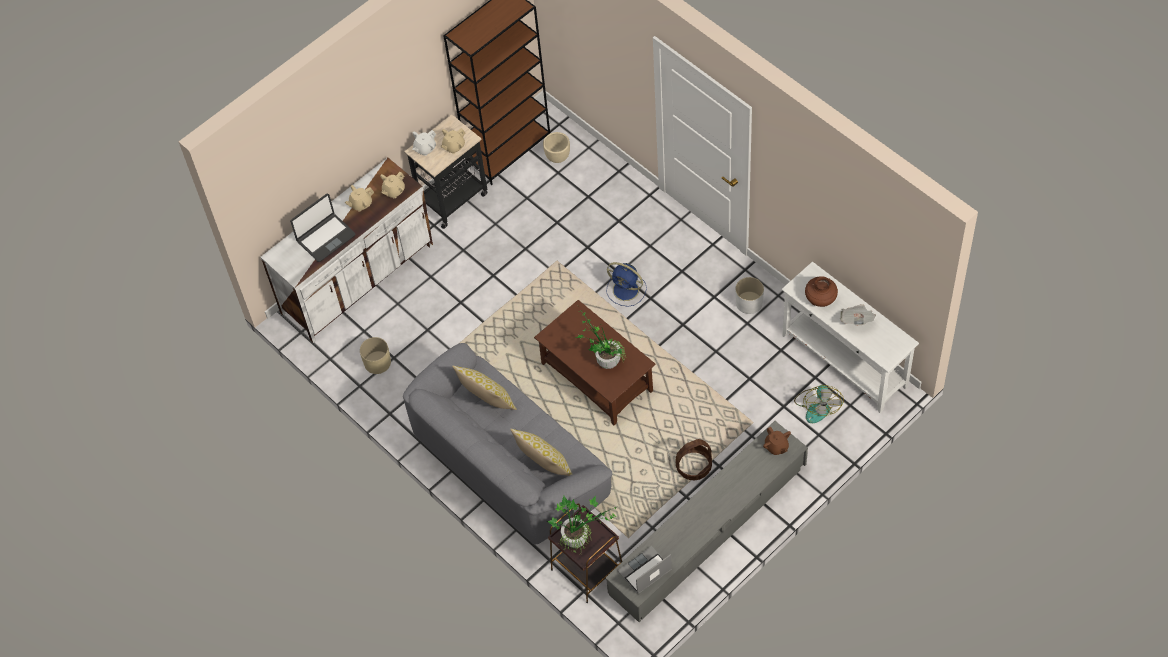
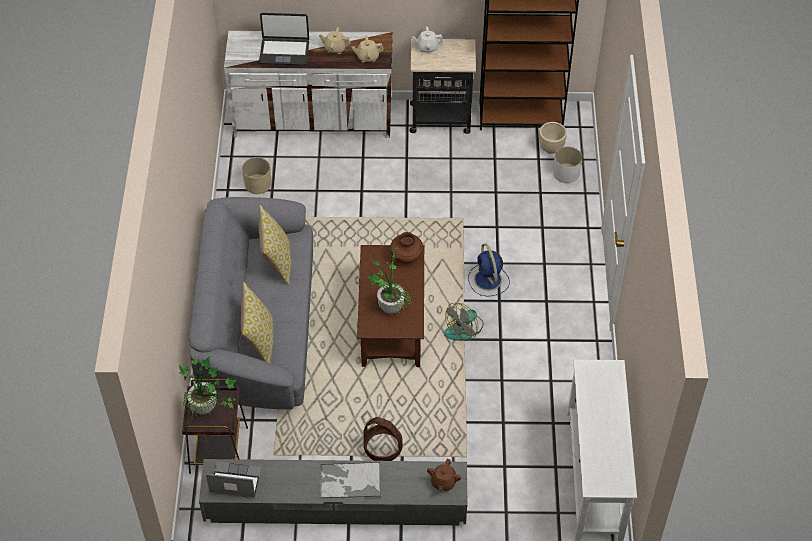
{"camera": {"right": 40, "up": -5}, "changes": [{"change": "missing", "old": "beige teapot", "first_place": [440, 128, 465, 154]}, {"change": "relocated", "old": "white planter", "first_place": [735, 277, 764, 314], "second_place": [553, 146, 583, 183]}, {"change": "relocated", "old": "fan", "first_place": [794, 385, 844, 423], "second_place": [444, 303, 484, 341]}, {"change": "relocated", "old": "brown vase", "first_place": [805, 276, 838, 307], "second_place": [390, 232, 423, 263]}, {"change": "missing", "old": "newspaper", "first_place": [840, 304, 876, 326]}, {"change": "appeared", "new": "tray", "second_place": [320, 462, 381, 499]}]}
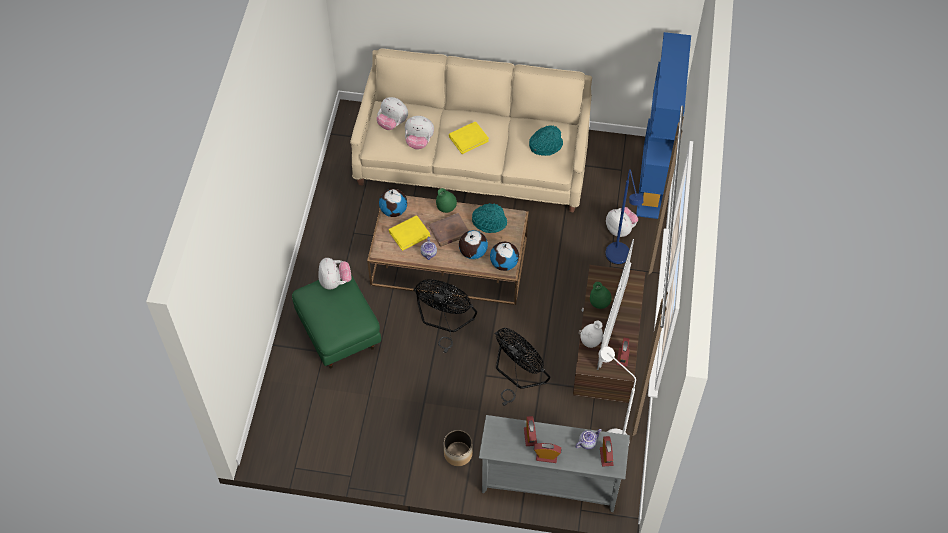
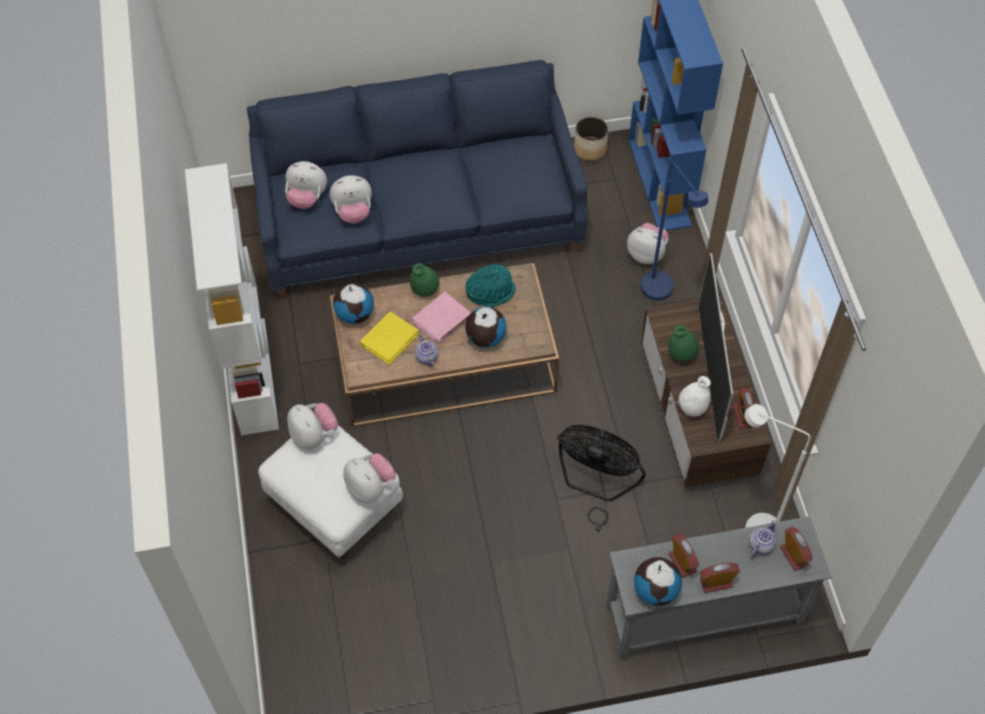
{"camera": {"right": -20, "up": 0}, "changes": [{"change": "colour", "old": "green ottoman", "new": "white ottoman", "first_place": [292, 274, 381, 368], "second_place": [258, 425, 403, 558]}, {"change": "colour", "old": "beige sofa", "new": "blue sofa", "first_place": [350, 49, 592, 212], "second_place": [247, 60, 588, 297]}, {"change": "missing", "old": "black fan", "first_place": [413, 279, 477, 354]}, {"change": "colour", "old": "brown book", "new": "pink book", "first_place": [429, 213, 468, 247], "second_place": [412, 292, 471, 344]}, {"change": "relocated", "old": "planter", "first_place": [444, 430, 473, 466], "second_place": [574, 117, 609, 161]}, {"change": "missing", "old": "yellow book", "first_place": [449, 122, 489, 154]}, {"change": "relocated", "old": "globe", "first_place": [490, 242, 519, 271], "second_place": [634, 557, 682, 606]}, {"change": "missing", "old": "turquoise hat", "first_place": [529, 125, 563, 156]}, {"change": "appeared", "new": "white bookcase", "second_place": [185, 163, 279, 436]}, {"change": "appeared", "new": "plush toy", "second_place": [344, 453, 396, 503]}]}
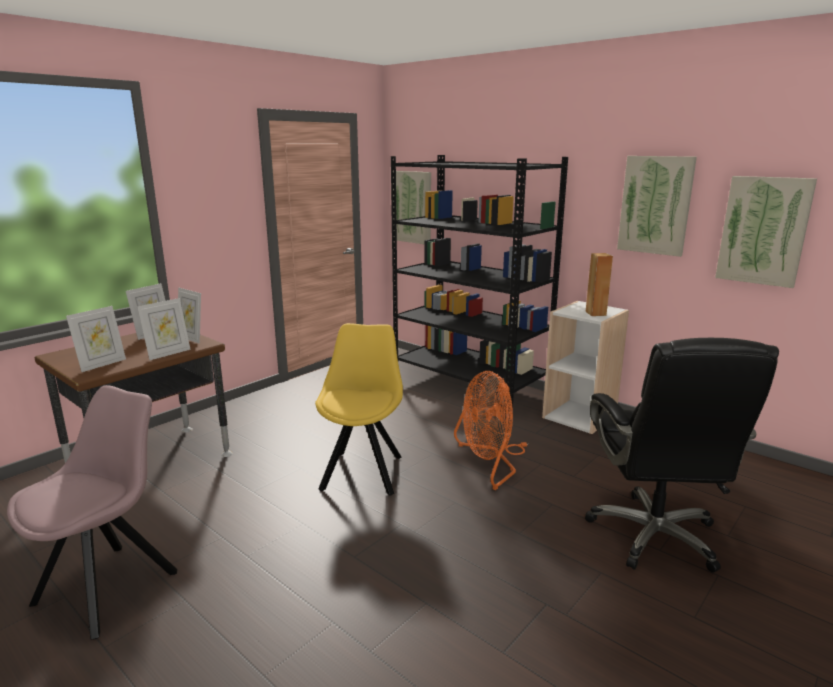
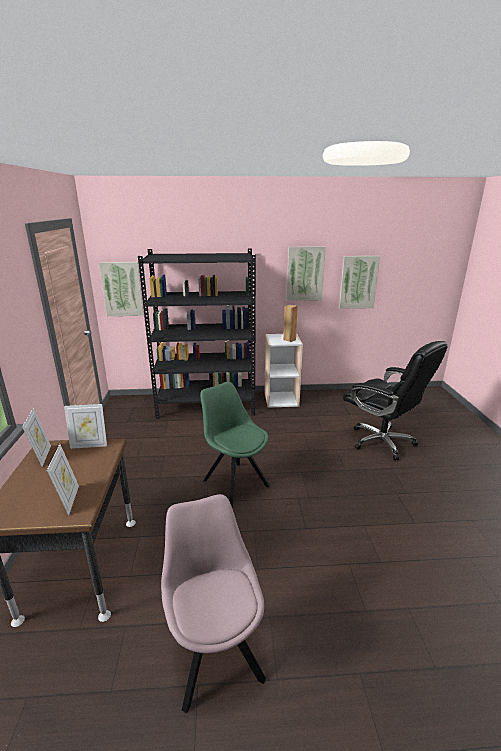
{"camera": {"right": -45, "up": 5}, "changes": [{"change": "missing", "old": "picture frame", "first_place": [137, 298, 191, 360]}, {"change": "colour", "old": "yellow chair", "new": "green chair", "first_place": [315, 323, 403, 495], "second_place": [200, 382, 270, 507]}, {"change": "missing", "old": "orange fan", "first_place": [454, 371, 529, 490]}]}
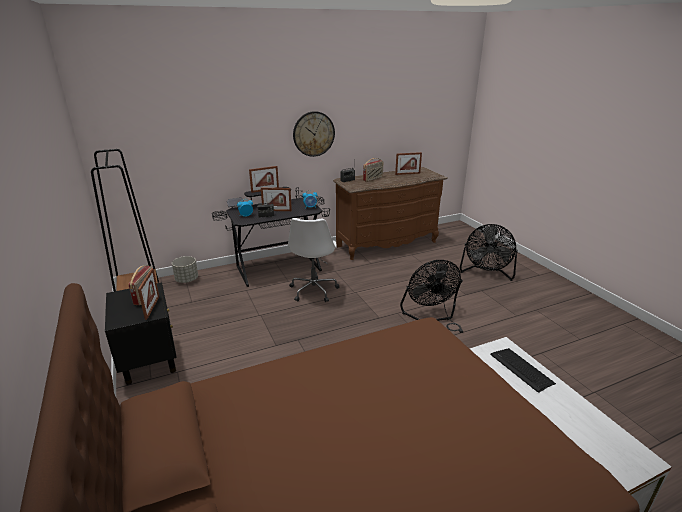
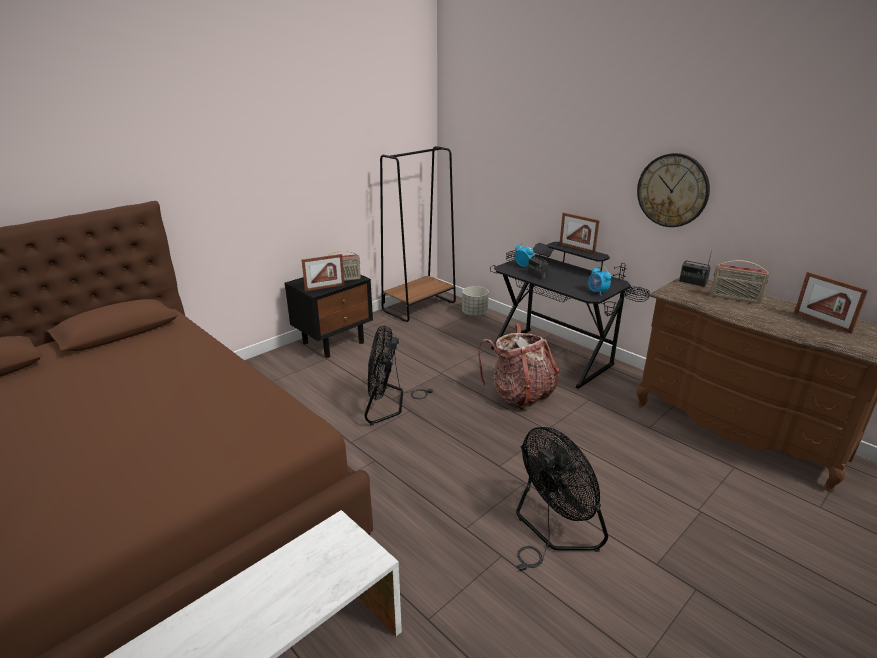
{"camera": {"right": 70, "up": 0}, "changes": [{"change": "missing", "old": "picture frame", "first_place": [261, 188, 292, 211]}, {"change": "exchanged", "old": "white office chair", "new": "backpack", "first_place": [288, 218, 339, 302], "second_place": [478, 323, 560, 411]}, {"change": "relocated", "old": "black fan", "first_place": [460, 224, 518, 281], "second_place": [365, 325, 434, 426]}, {"change": "missing", "old": "keyboard", "first_place": [491, 348, 556, 393]}]}
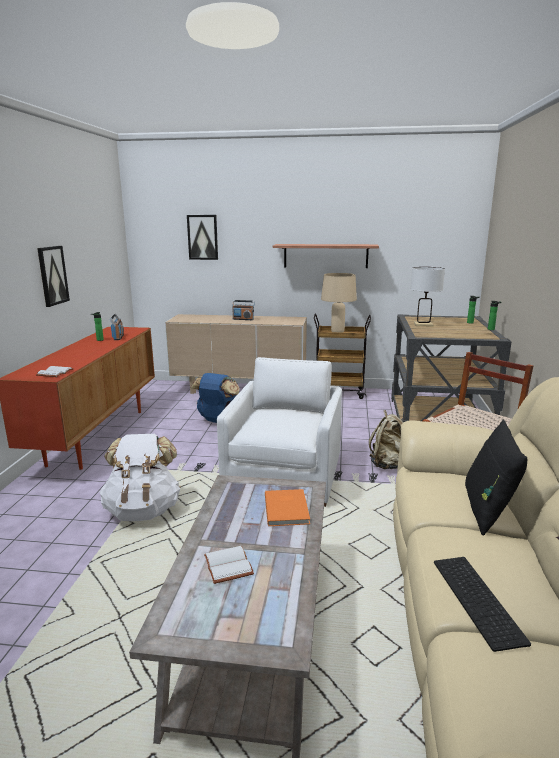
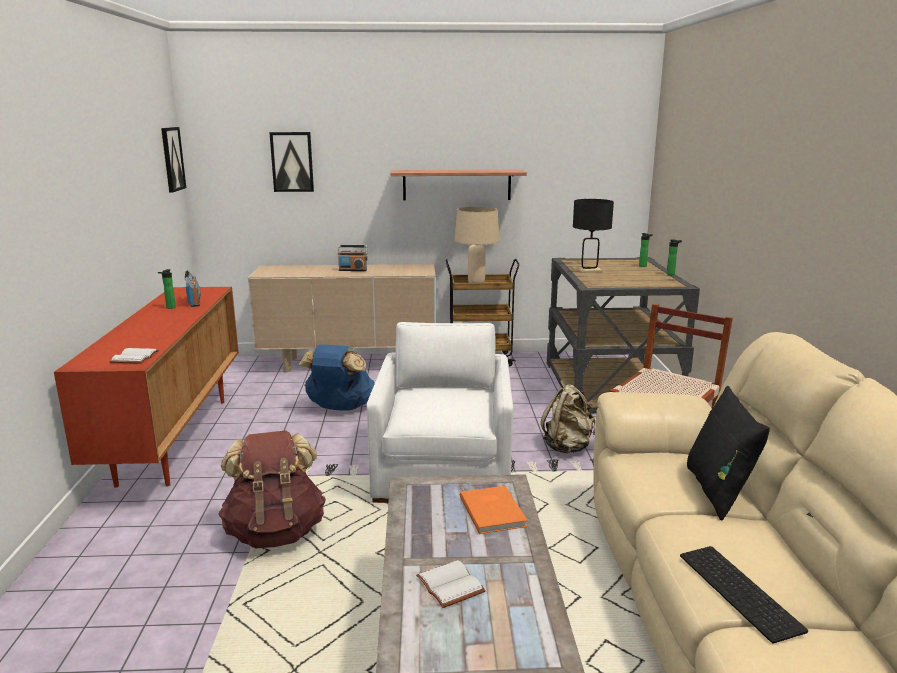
{"camera": {"right": -10, "up": 0}, "changes": [{"change": "relocated", "old": "picture", "first_place": [37, 246, 70, 307], "second_place": [161, 127, 186, 193]}, {"change": "colour", "old": "white backpack", "new": "brown backpack", "first_place": [100, 434, 181, 521], "second_place": [218, 431, 326, 548]}, {"change": "colour", "old": "white table lamp", "new": "black table lamp", "first_place": [411, 267, 445, 326], "second_place": [573, 199, 614, 273]}]}
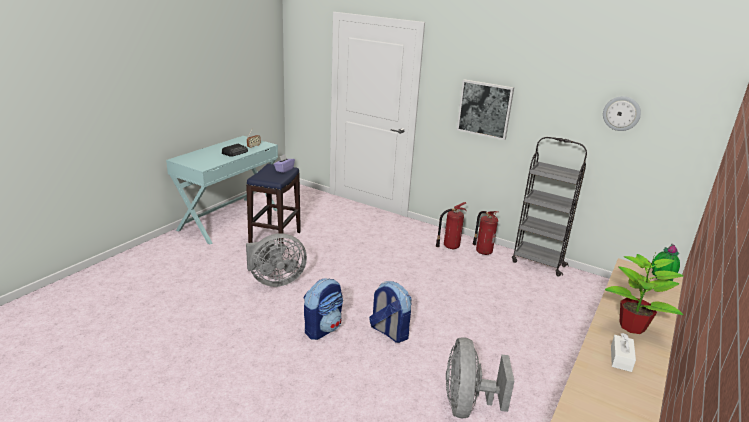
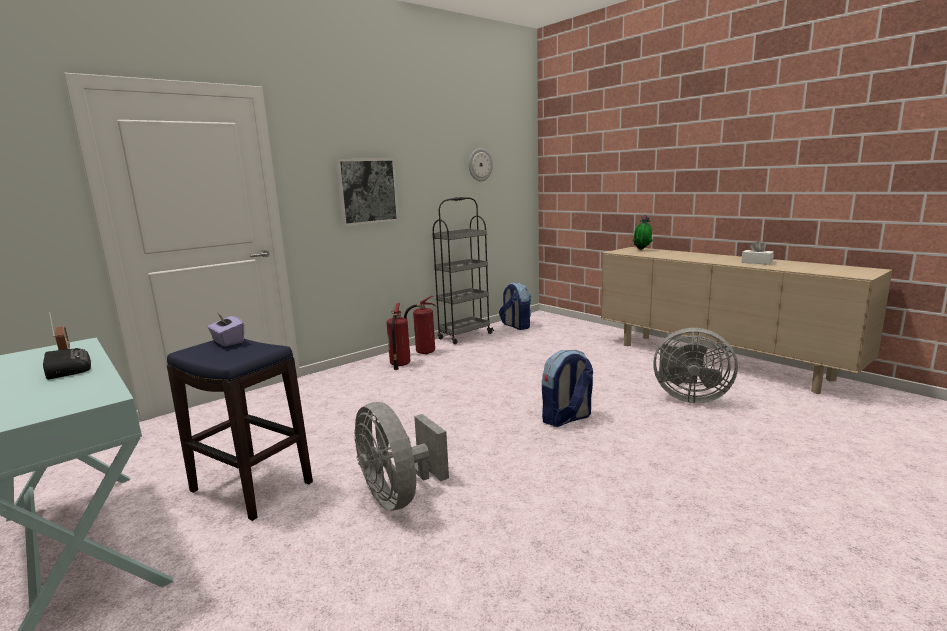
{"camera": {"right": -70, "up": -10}, "changes": [{"change": "spun", "old": "grey fan", "first_place": [246, 233, 307, 287], "second_place": [354, 402, 449, 511], "degrees": 150}, {"change": "relocated", "old": "backpack", "first_place": [303, 278, 343, 340], "second_place": [499, 282, 531, 330]}, {"change": "missing", "old": "potted plant", "first_place": [605, 254, 684, 334]}]}
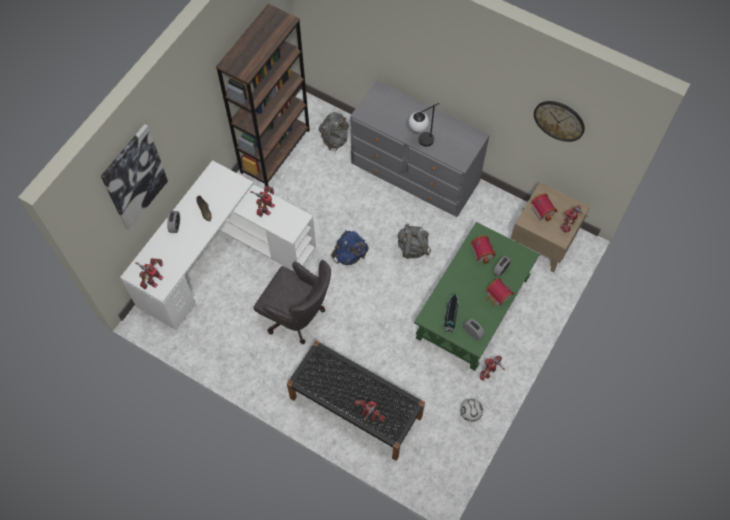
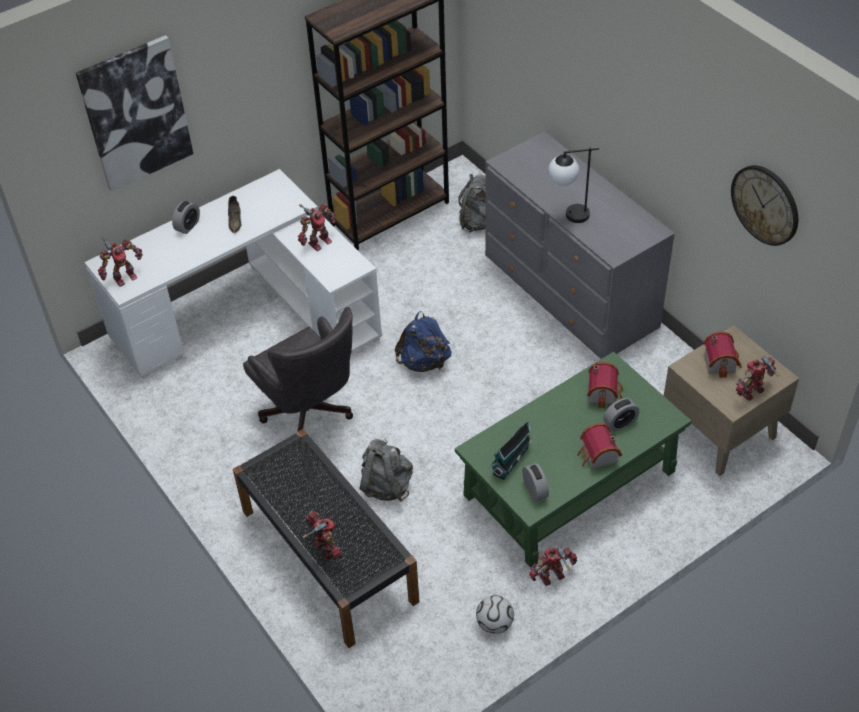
{"camera": {"right": 25, "up": -15}, "changes": [{"change": "relocated", "old": "grey backpack", "first_place": [398, 223, 431, 259], "second_place": [359, 439, 413, 501]}]}
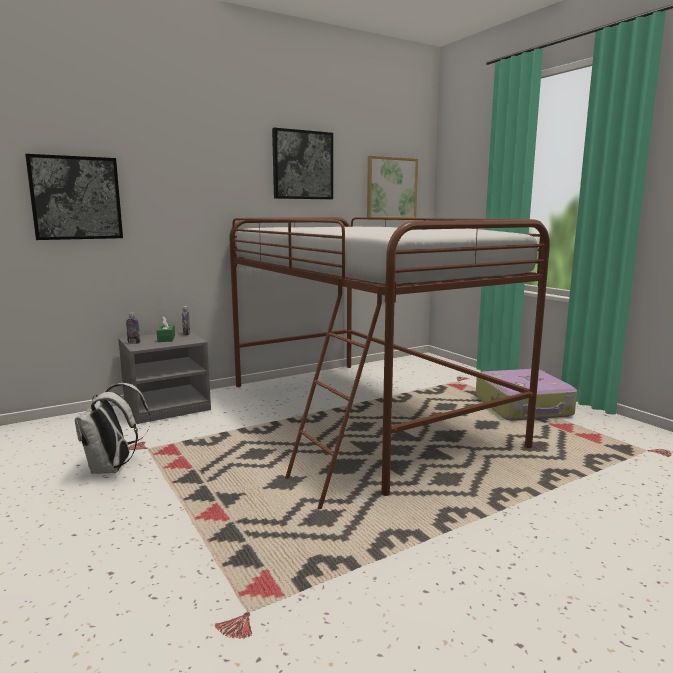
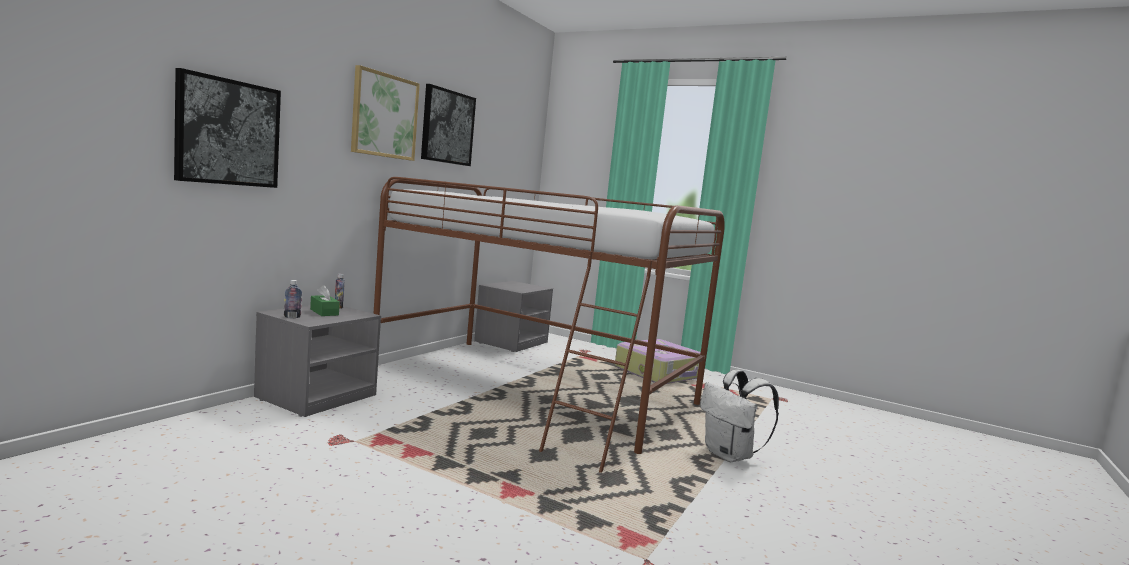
{"camera": {"right": -30, "up": -5}, "changes": [{"change": "relocated", "old": "white backpack", "first_place": [75, 383, 151, 474], "second_place": [700, 370, 779, 462]}, {"change": "relocated", "old": "picture", "first_place": [367, 156, 418, 218], "second_place": [351, 65, 420, 161]}, {"change": "appeared", "new": "grey nightstand", "second_place": [474, 281, 553, 352]}]}
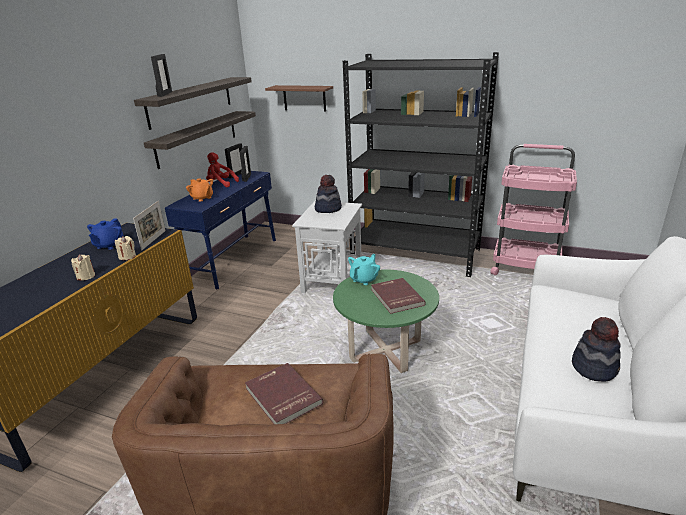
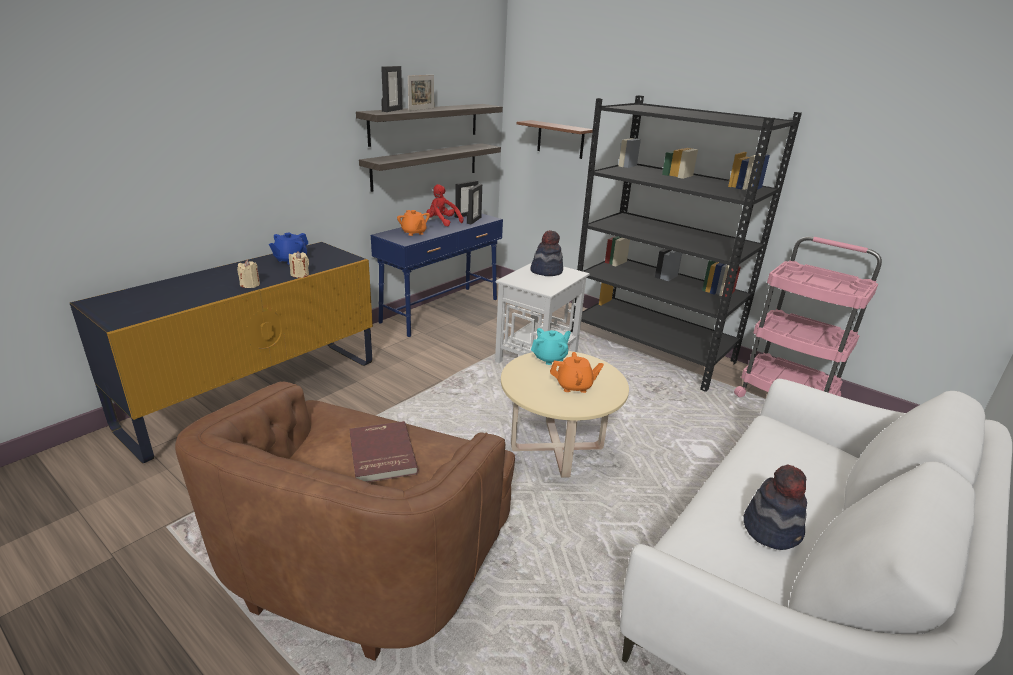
{"camera": {"right": 15, "up": 0}, "changes": [{"change": "relocated", "old": "picture frame", "first_place": [133, 201, 166, 250], "second_place": [408, 75, 434, 111]}, {"change": "colour", "old": "green coffee table", "new": "beige coffee table", "first_place": [333, 269, 439, 373], "second_place": [501, 351, 629, 478]}, {"change": "exchanged", "old": "red book", "new": "orange teapot", "first_place": [371, 278, 426, 314], "second_place": [550, 352, 604, 393]}]}
